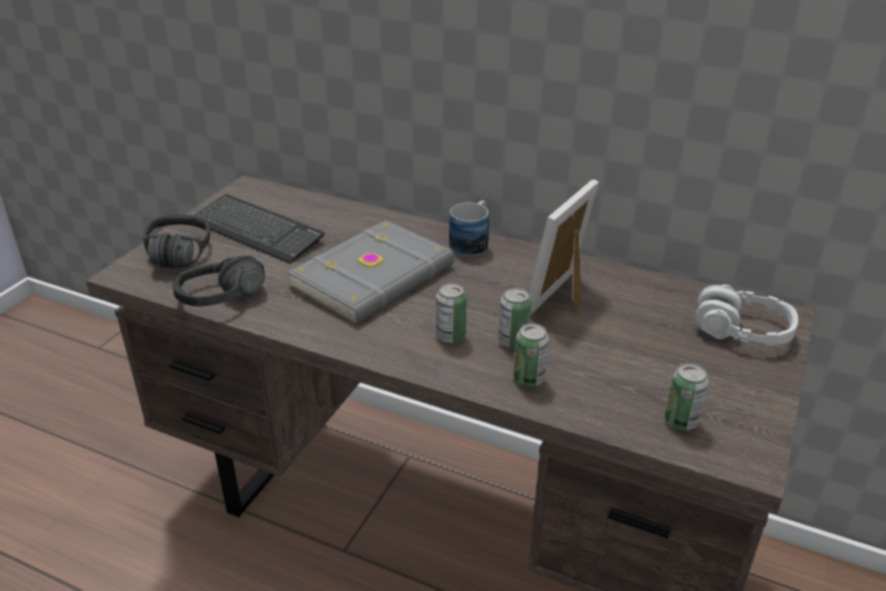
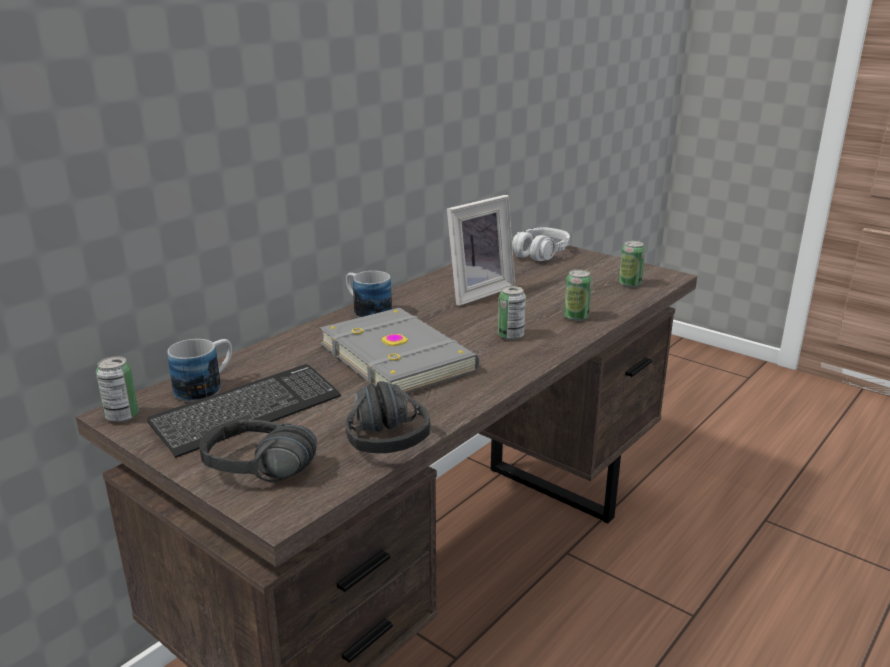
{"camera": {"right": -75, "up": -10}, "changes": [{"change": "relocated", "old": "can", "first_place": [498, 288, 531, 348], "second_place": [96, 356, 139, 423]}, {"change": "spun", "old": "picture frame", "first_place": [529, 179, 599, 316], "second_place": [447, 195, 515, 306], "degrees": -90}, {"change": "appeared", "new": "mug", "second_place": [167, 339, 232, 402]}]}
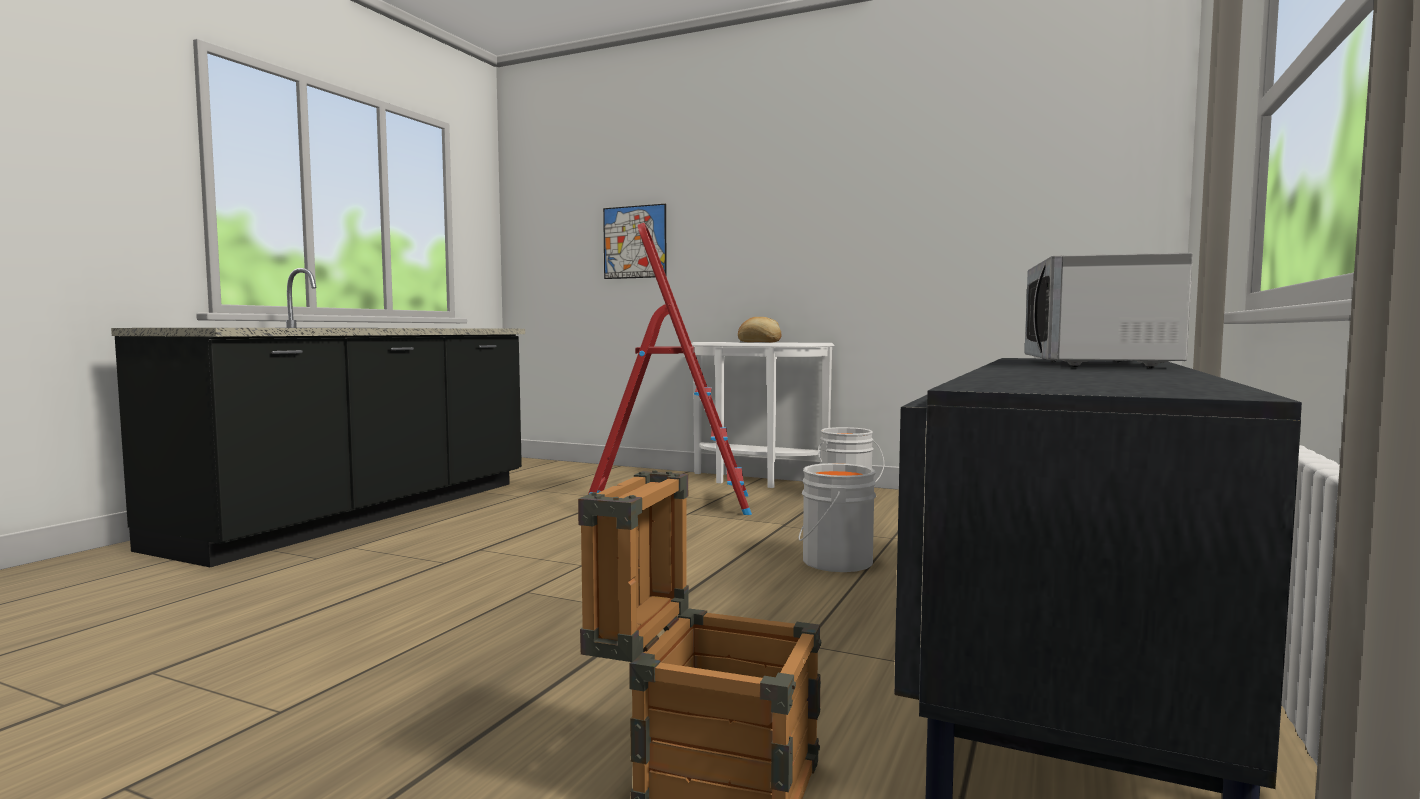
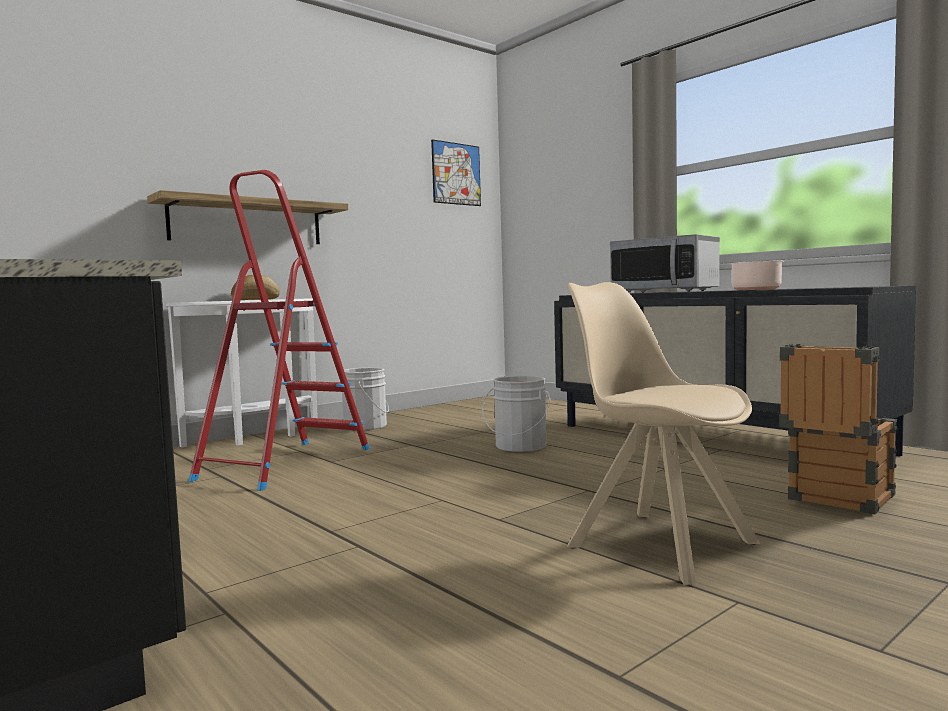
{"camera": {"right": -65, "up": 0}, "changes": [{"change": "relocated", "old": "picture", "first_place": [603, 204, 667, 279], "second_place": [431, 139, 481, 206]}, {"change": "appeared", "new": "shelf", "second_place": [147, 190, 348, 244]}, {"change": "appeared", "new": "beige chair", "second_place": [567, 282, 760, 585]}, {"change": "appeared", "new": "cooking pot", "second_place": [729, 261, 784, 290]}]}
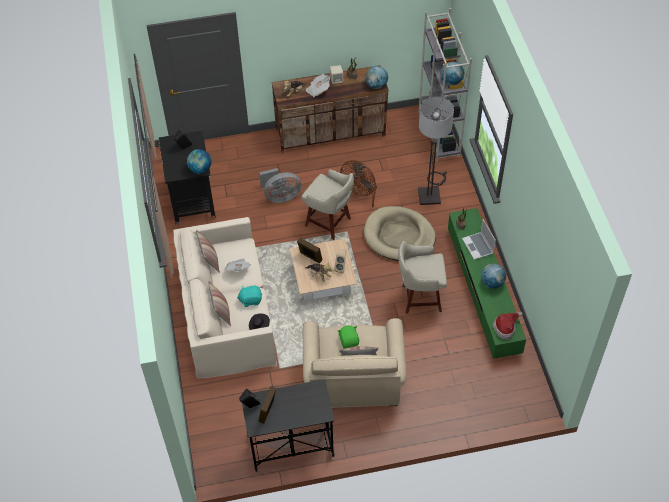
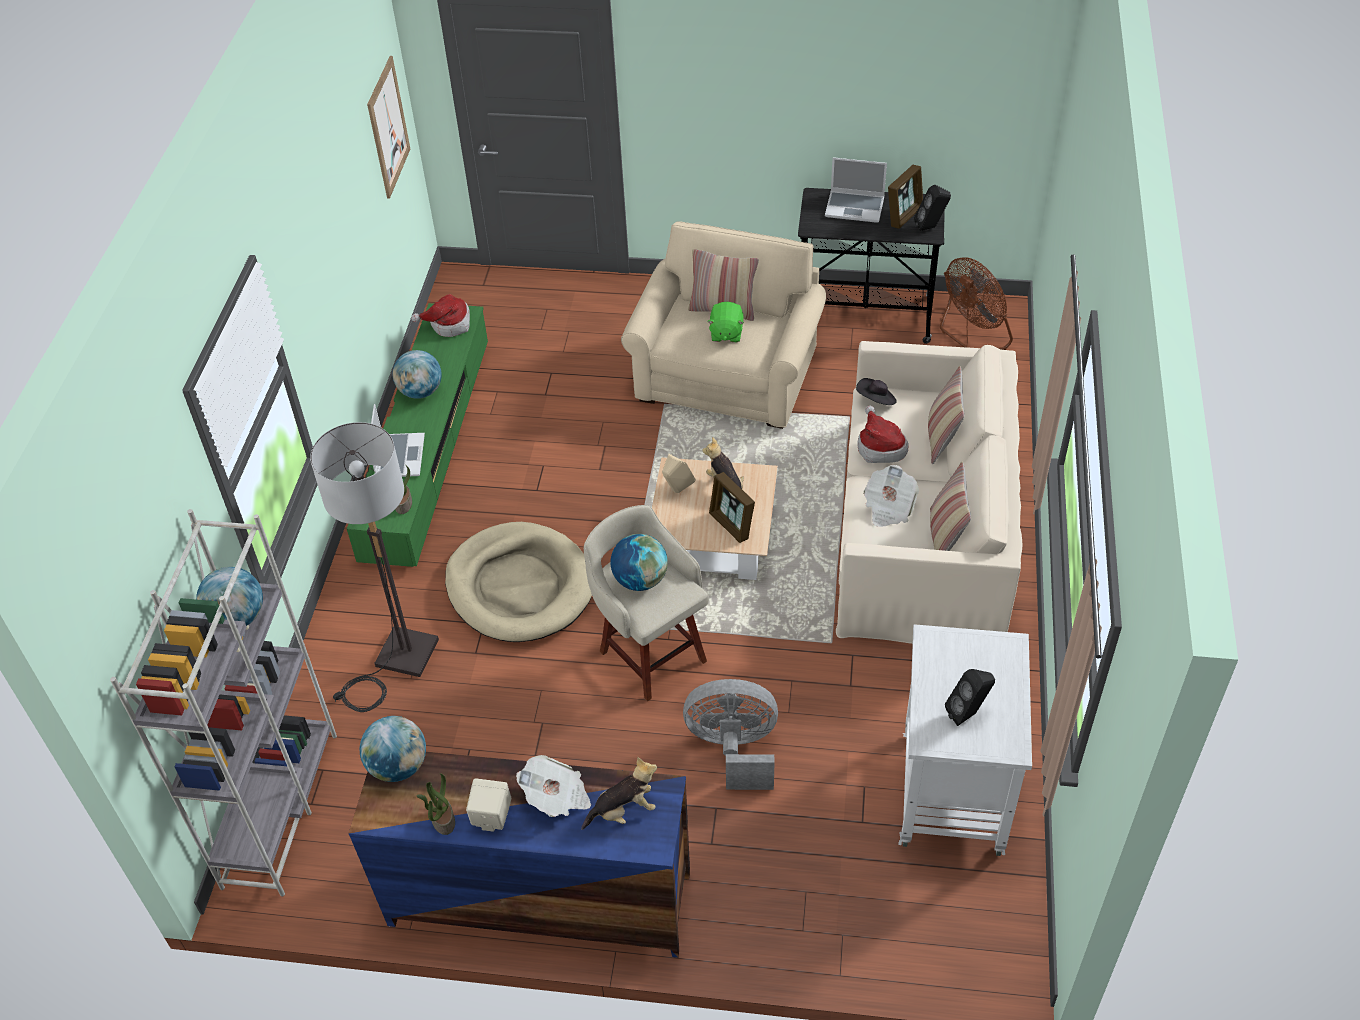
{"camera": {"right": -160, "up": -5}, "changes": [{"change": "colour", "old": "black cart", "new": "white cart", "first_place": [159, 131, 216, 225], "second_place": [898, 624, 1032, 856]}, {"change": "relocated", "old": "globe", "first_place": [187, 149, 212, 174], "second_place": [610, 534, 668, 591]}, {"change": "exchanged", "old": "turquoise plush toy", "new": "hat", "first_place": [237, 286, 262, 307], "second_place": [858, 405, 909, 463]}, {"change": "colour", "old": "brown cabinet", "new": "blue cabinet", "first_place": [272, 65, 388, 154], "second_place": [348, 752, 690, 958]}, {"change": "relocated", "old": "brown fan", "first_place": [339, 160, 377, 207], "second_place": [940, 257, 1013, 350]}, {"change": "missing", "old": "beige stool", "first_place": [398, 241, 447, 314]}, {"change": "appeared", "new": "picture", "second_place": [367, 56, 410, 199]}, {"change": "appeared", "new": "laptop", "second_place": [825, 157, 887, 223]}]}
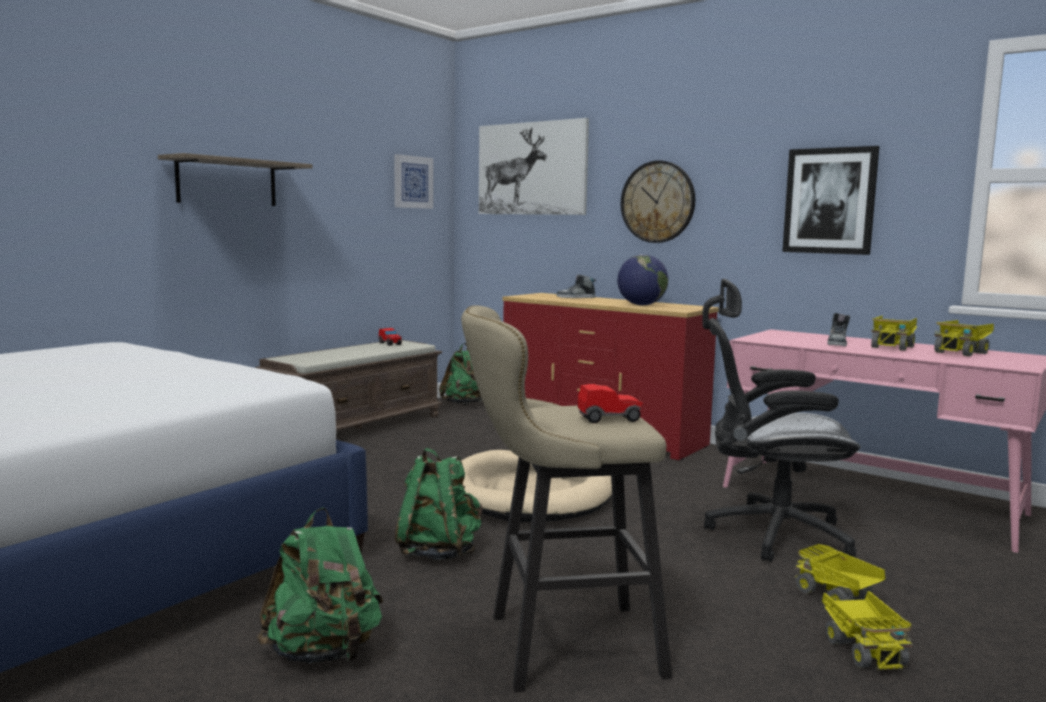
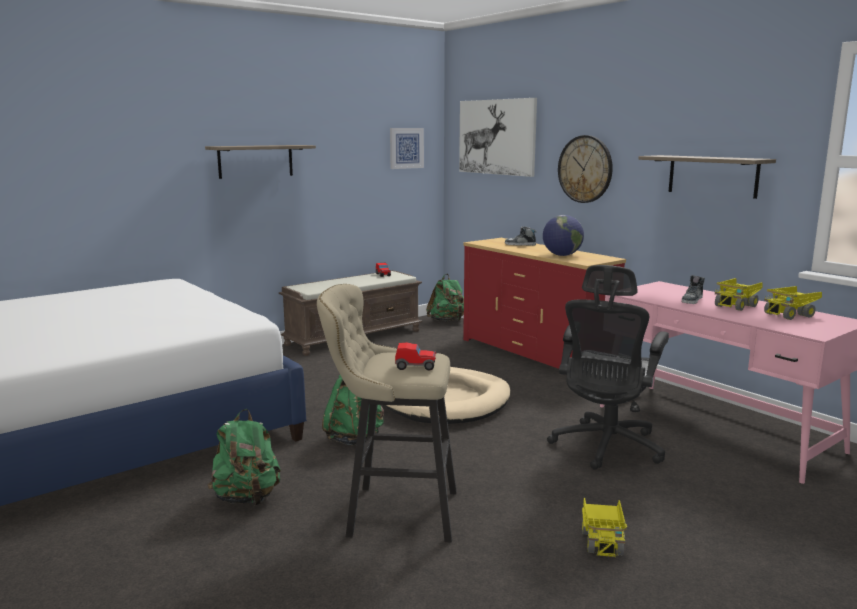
{"camera": {"right": 15, "up": 5}, "changes": [{"change": "spun", "old": "office chair", "first_place": [703, 279, 861, 562], "second_place": [547, 265, 669, 470], "degrees": -90}, {"change": "exchanged", "old": "picture", "new": "shelf", "first_place": [782, 146, 879, 255], "second_place": [639, 155, 776, 199]}, {"change": "missing", "old": "toy truck", "first_place": [795, 544, 885, 601]}]}
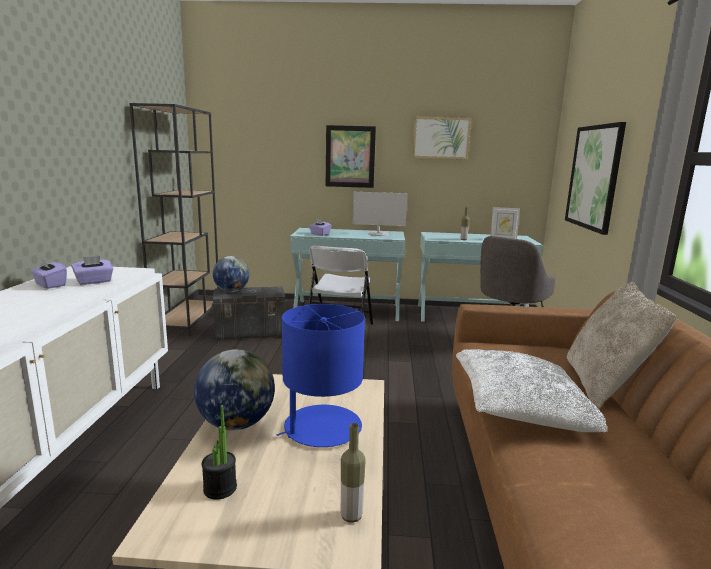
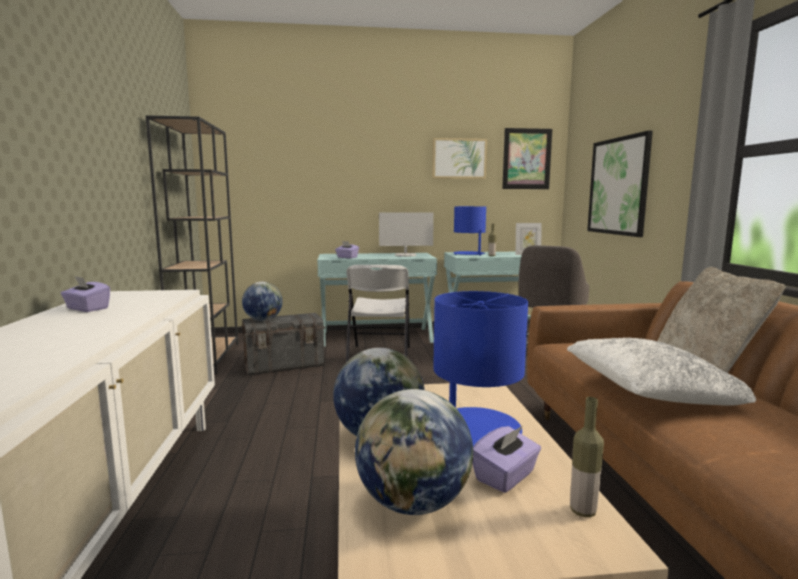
{"camera": {"right": -10, "up": -5}, "changes": [{"change": "relocated", "old": "purple tissue box", "first_place": [71, 256, 113, 285], "second_place": [473, 426, 541, 493]}, {"change": "exchanged", "old": "potted plant", "new": "globe", "first_place": [202, 405, 237, 500], "second_place": [355, 389, 473, 515]}, {"change": "relocated", "old": "picture", "first_place": [326, 125, 376, 188], "second_place": [502, 128, 552, 189]}, {"change": "appeared", "new": "blue table lamp", "second_place": [453, 206, 486, 256]}]}
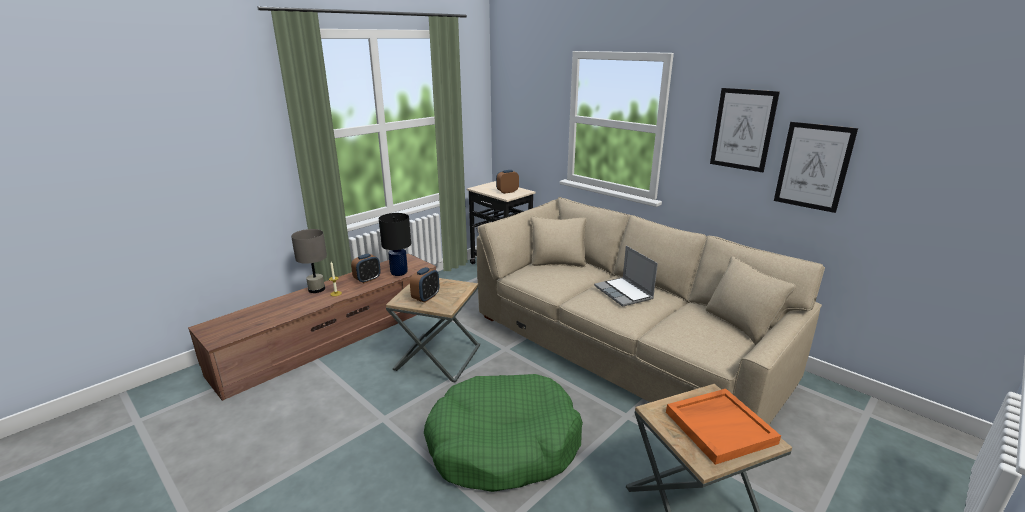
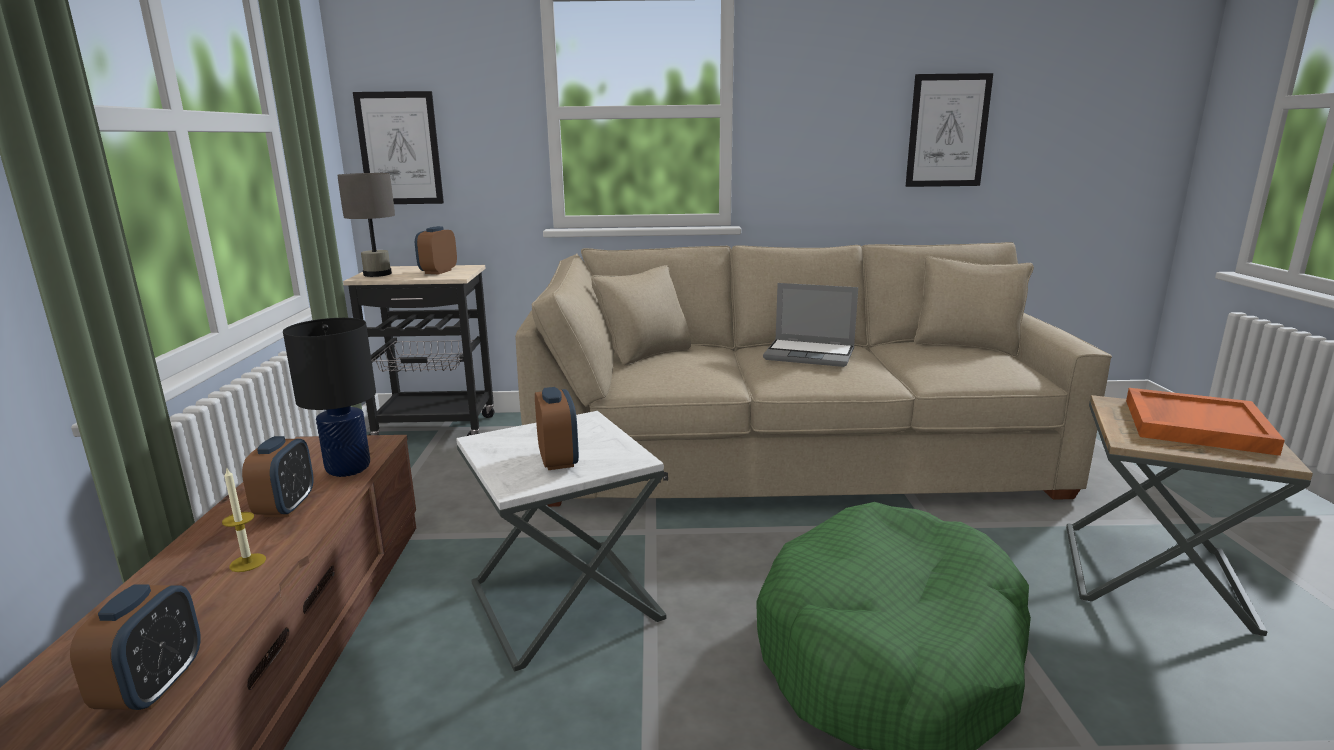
{"camera": {"right": -45, "up": -5}, "changes": [{"change": "relocated", "old": "grey table lamp", "first_place": [291, 229, 327, 293], "second_place": [337, 173, 395, 277]}, {"change": "colour", "old": "brown side table", "new": "white side table", "first_place": [386, 278, 480, 383], "second_place": [456, 411, 667, 671]}, {"change": "relocated", "old": "picture", "first_place": [710, 88, 780, 172], "second_place": [353, 91, 444, 204]}, {"change": "appeared", "new": "alarm clock", "second_place": [70, 584, 201, 710]}]}
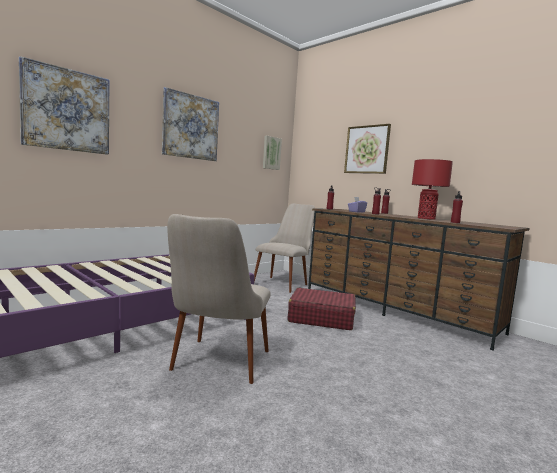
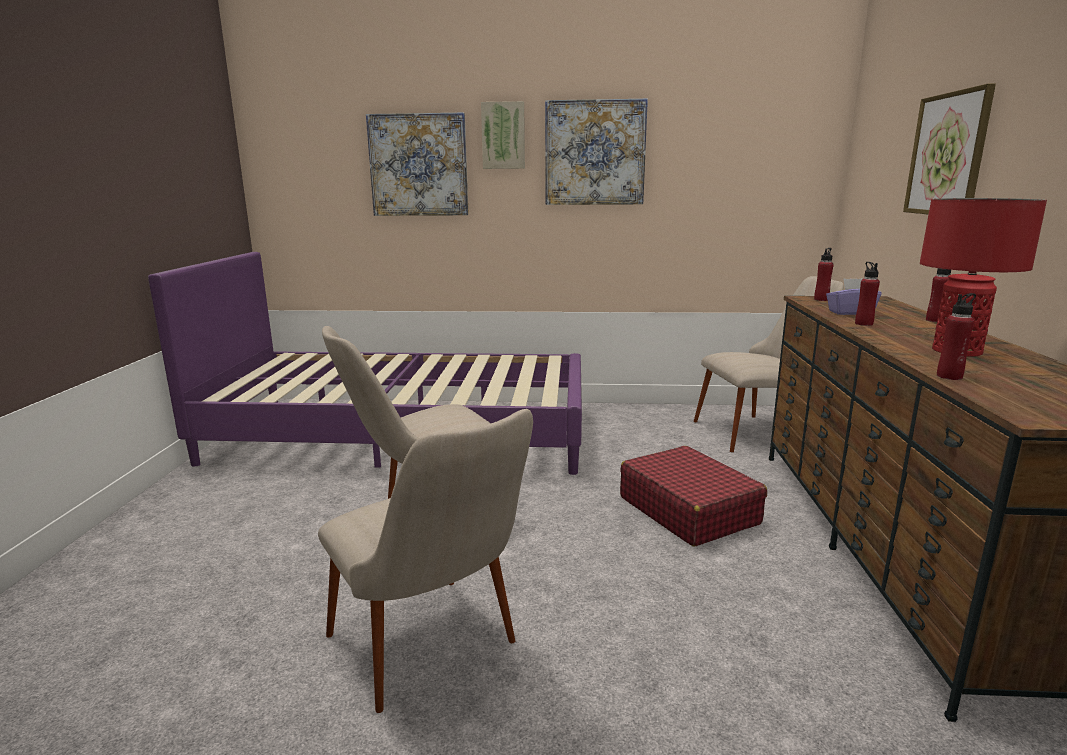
{"camera": {"right": 50, "up": 10}, "changes": [{"change": "relocated", "old": "picture", "first_place": [263, 136, 282, 170], "second_place": [481, 101, 525, 169]}, {"change": "appeared", "new": "beige chair", "second_place": [318, 409, 533, 713]}]}
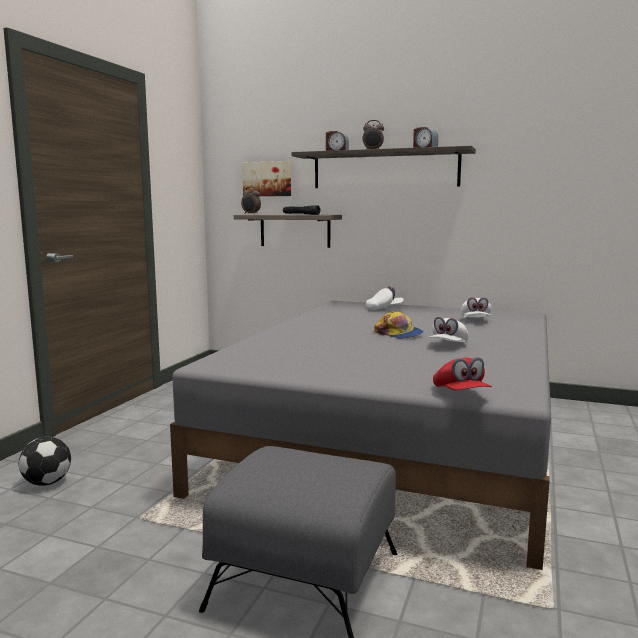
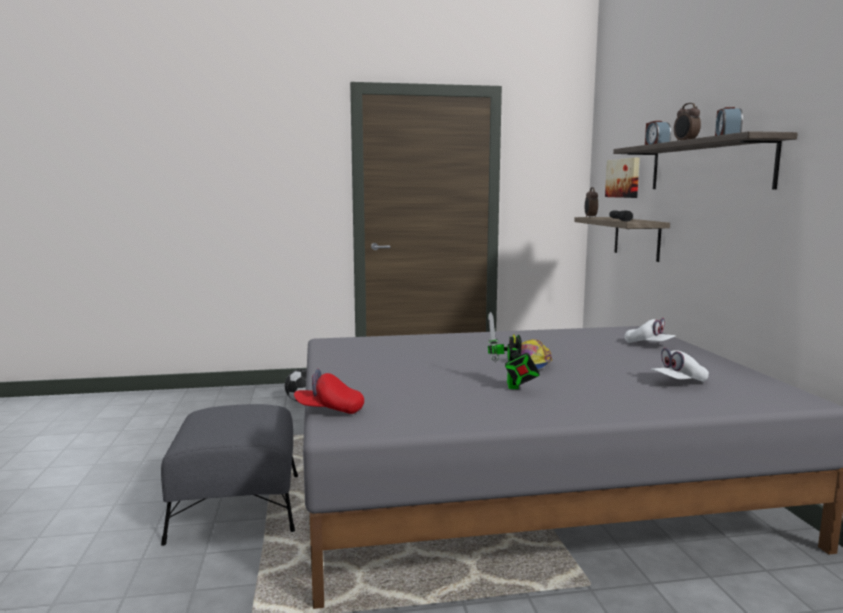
{"camera": {"right": 60, "up": 0}, "changes": [{"change": "exchanged", "old": "white cap", "new": "toy robot", "first_place": [429, 317, 469, 342], "second_place": [488, 312, 540, 389]}, {"change": "spun", "old": "red cap", "first_place": [433, 357, 492, 390], "second_place": [294, 369, 364, 414], "degrees": 45}]}
